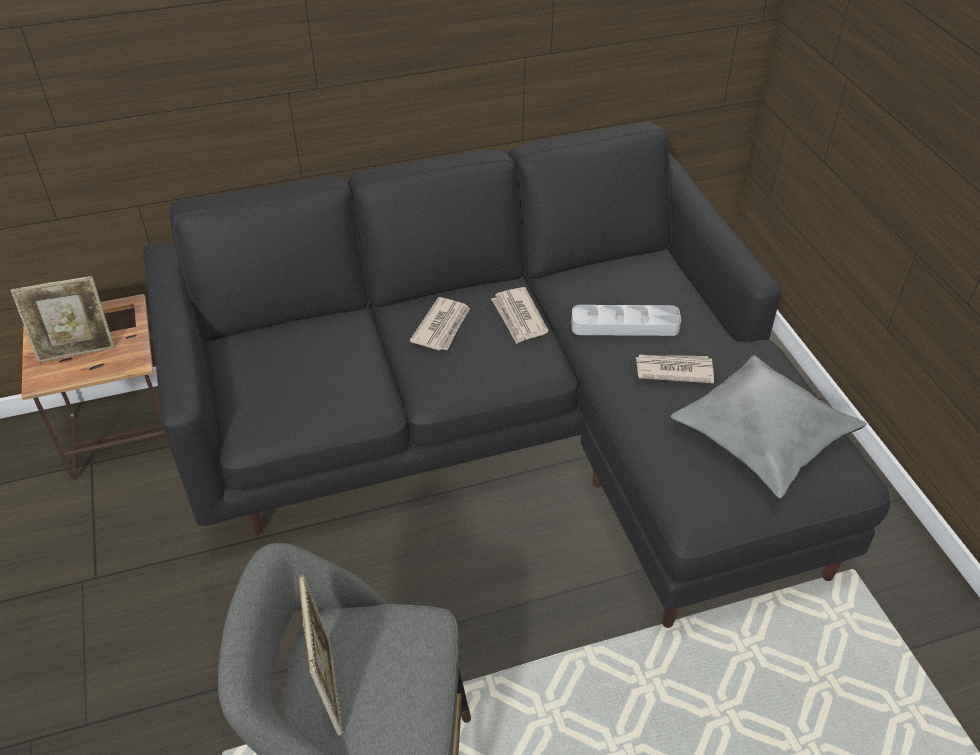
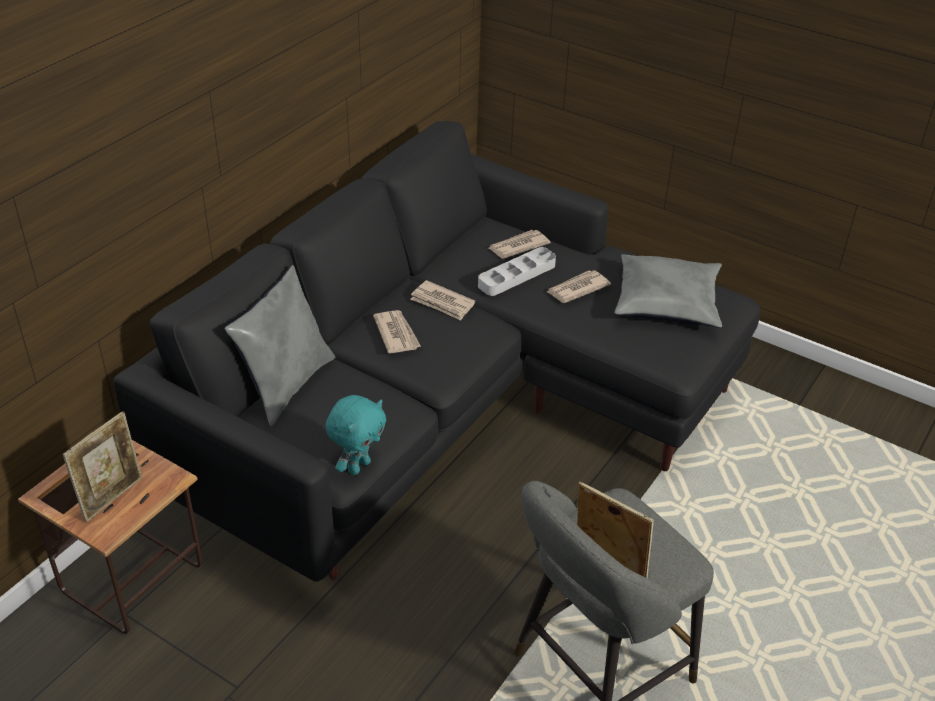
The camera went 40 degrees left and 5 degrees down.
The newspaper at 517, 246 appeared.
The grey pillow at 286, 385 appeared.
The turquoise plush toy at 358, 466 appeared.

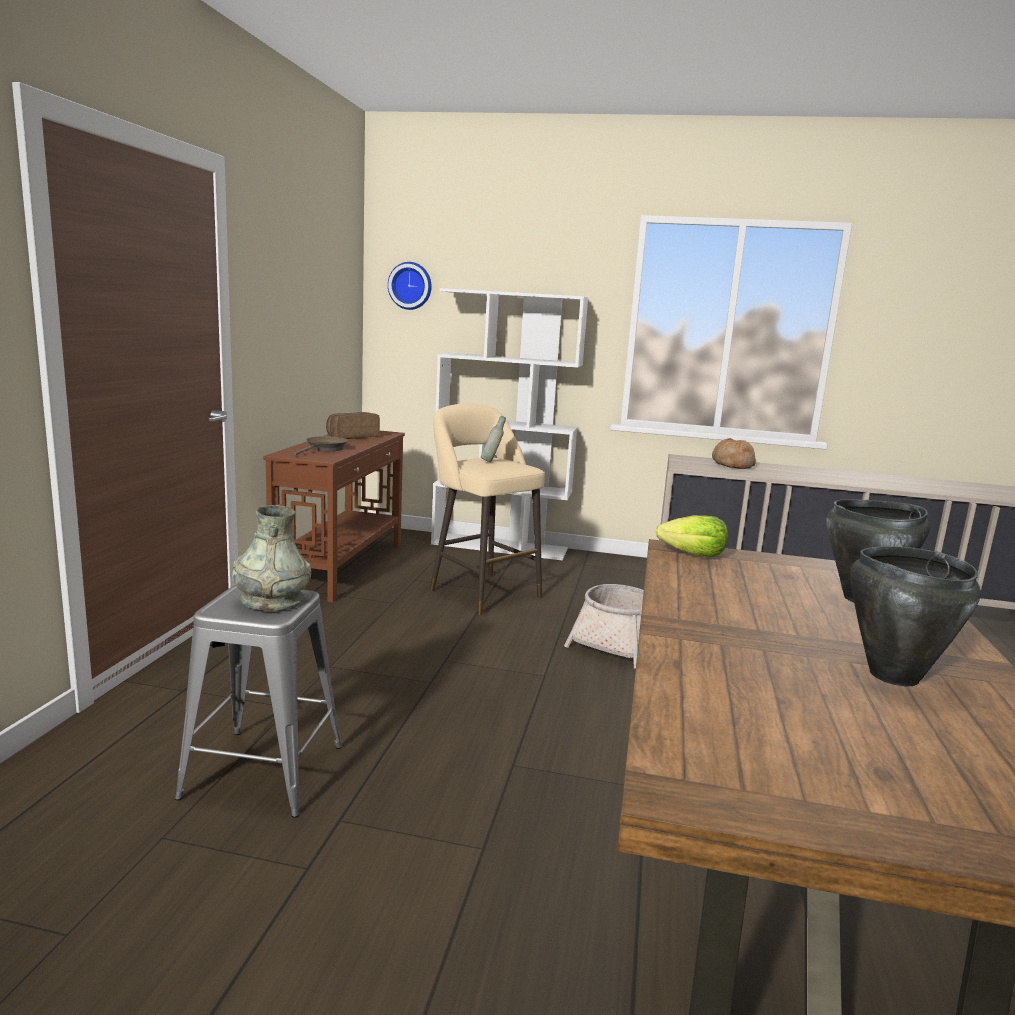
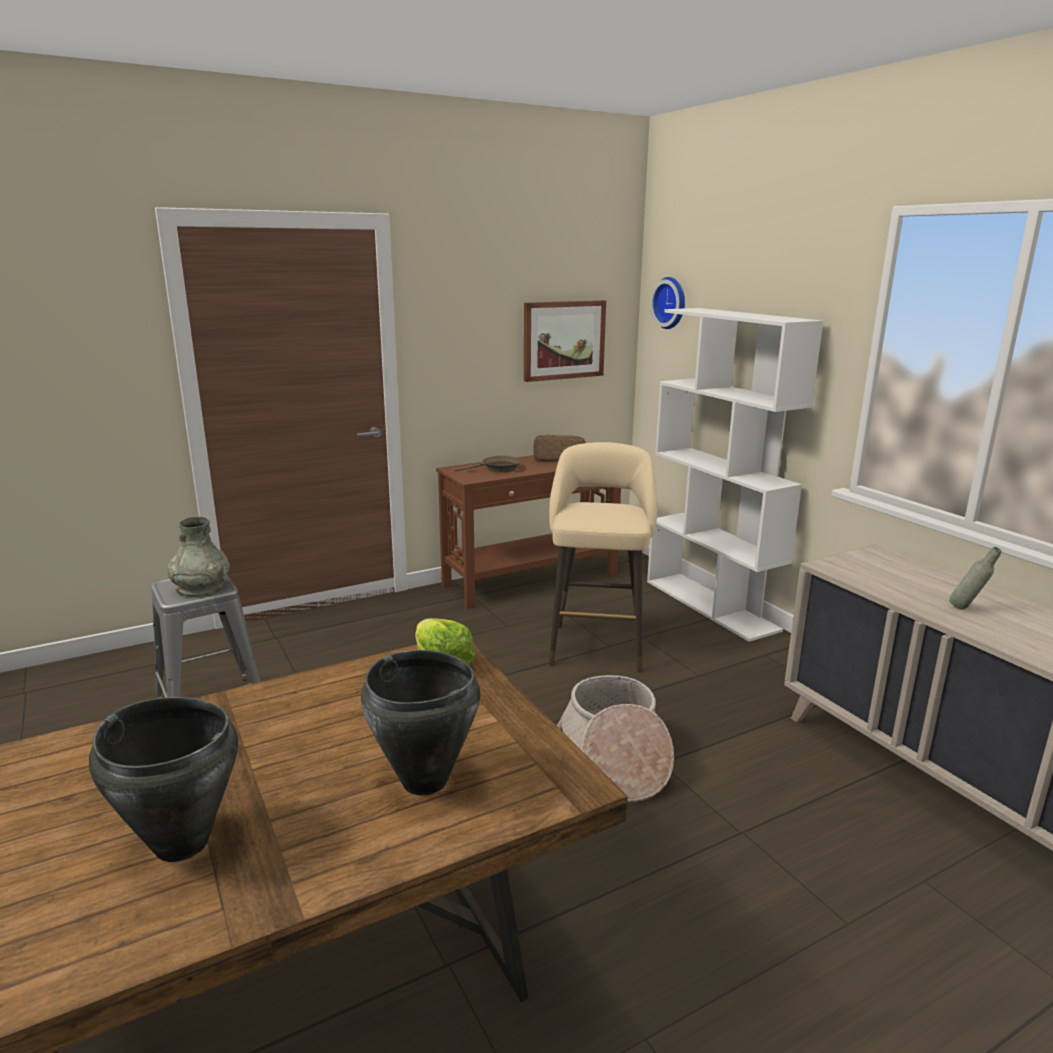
The camera went 50 degrees right and 5 degrees up.
The grey bottle moved from 492, 461 to 967, 609.
The bread at 732, 464 disappeared.
The picture at 563, 340 appeared.

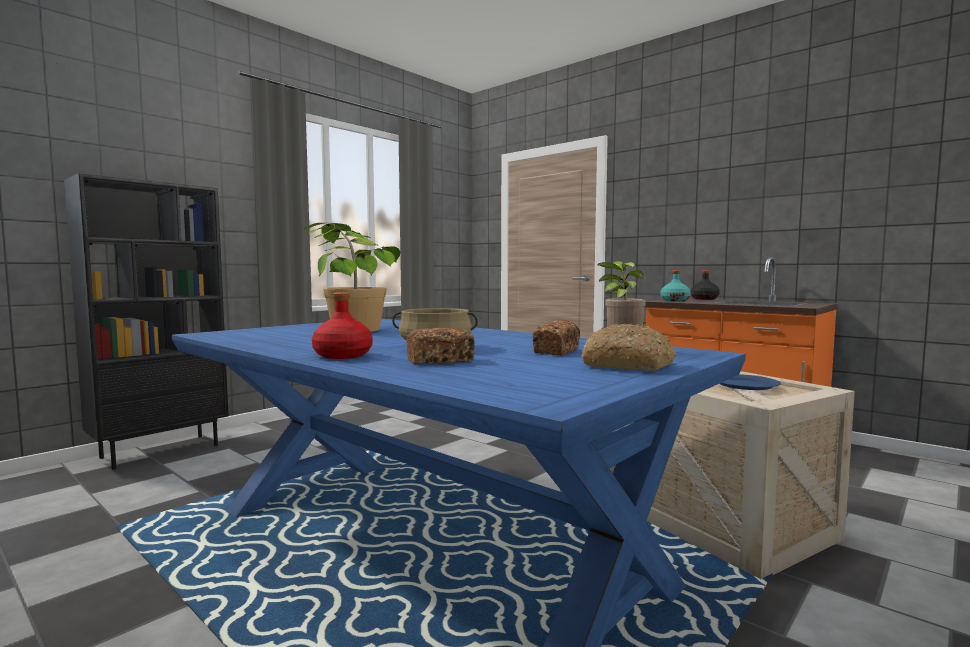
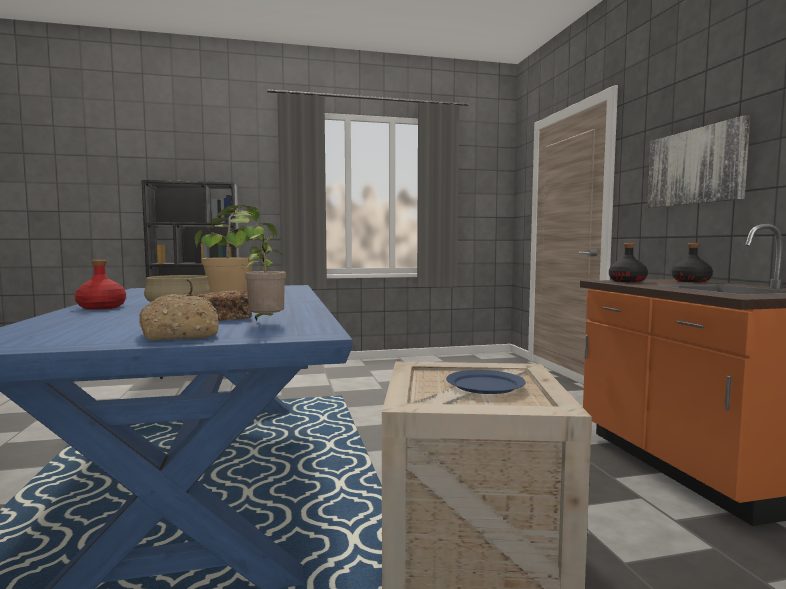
The camera went 35 degrees right and 0 degrees up.
The turquoise bottle at 675, 300 became the black bottle at 627, 281.
The bread at 440, 361 disappeared.
The picture at 696, 167 appeared.

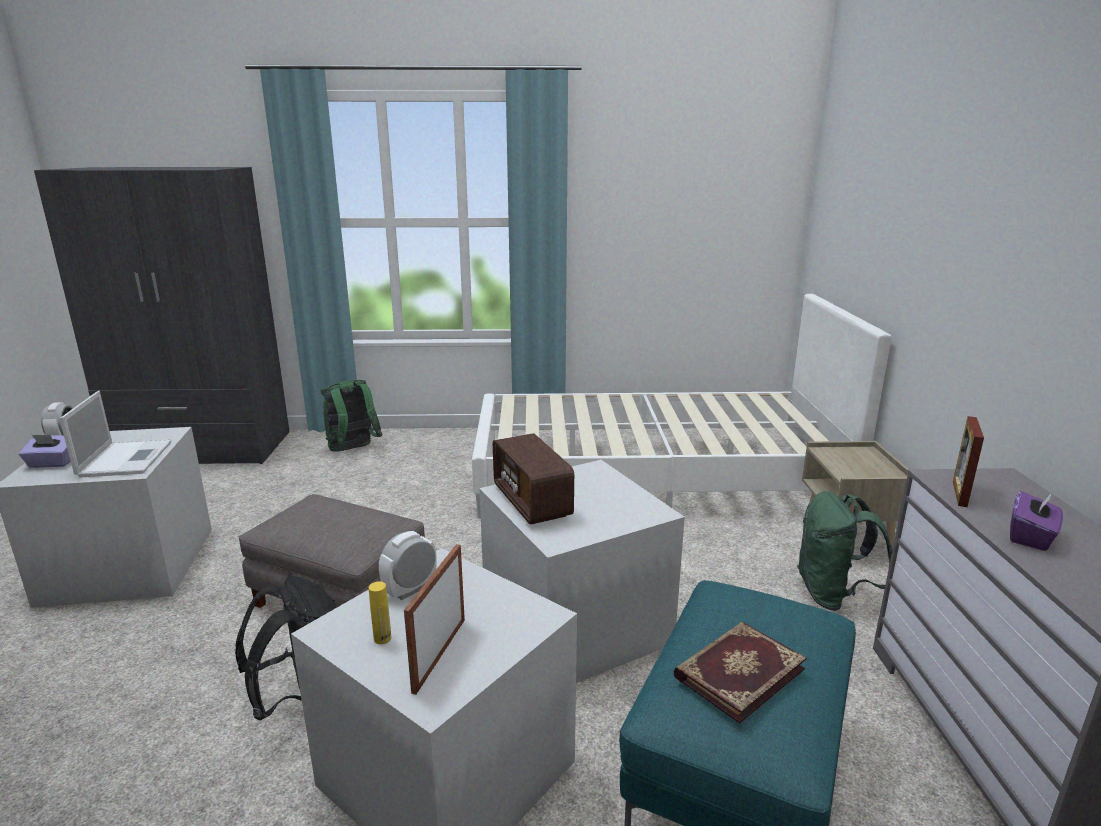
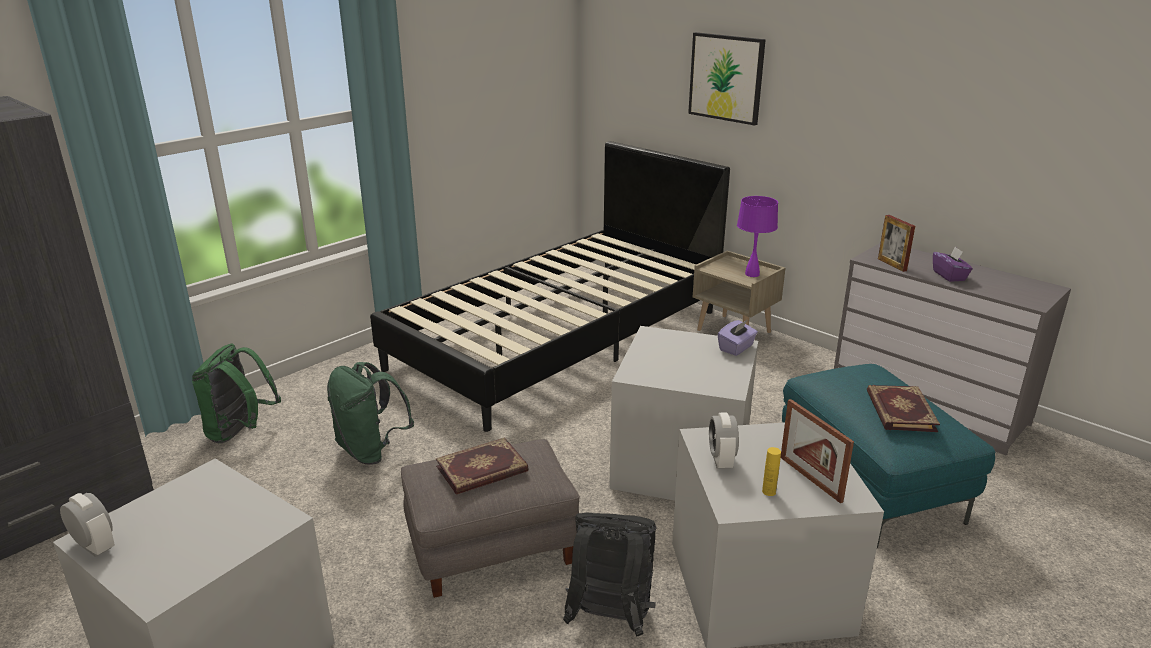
The camera went 45 degrees left and 5 degrees up.
The white bed at 654, 477 became the black bed at 559, 339.
The laptop at 126, 458 disappeared.
The radio at 532, 502 disappeared.
The purple tissue box moved from 52, 463 to 736, 348.
The green backpack moved from 832, 595 to 371, 451.
The picture at 726, 78 appeared.
The purple table lamp at 752, 274 appeared.
The book at 482, 470 appeared.

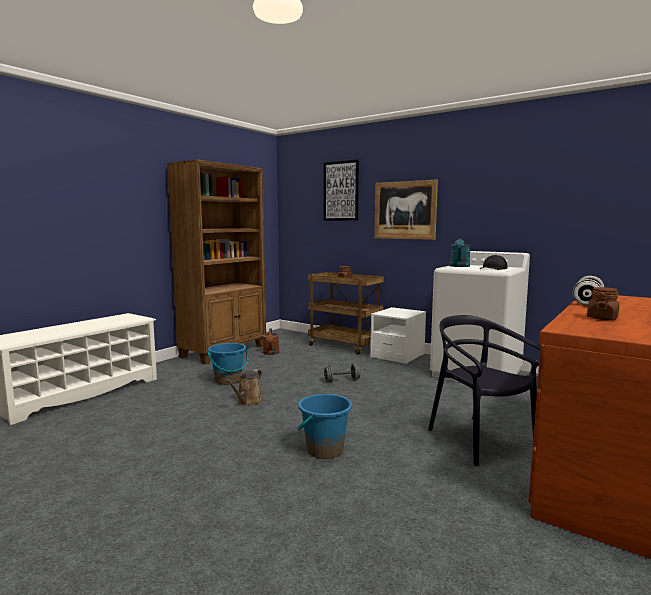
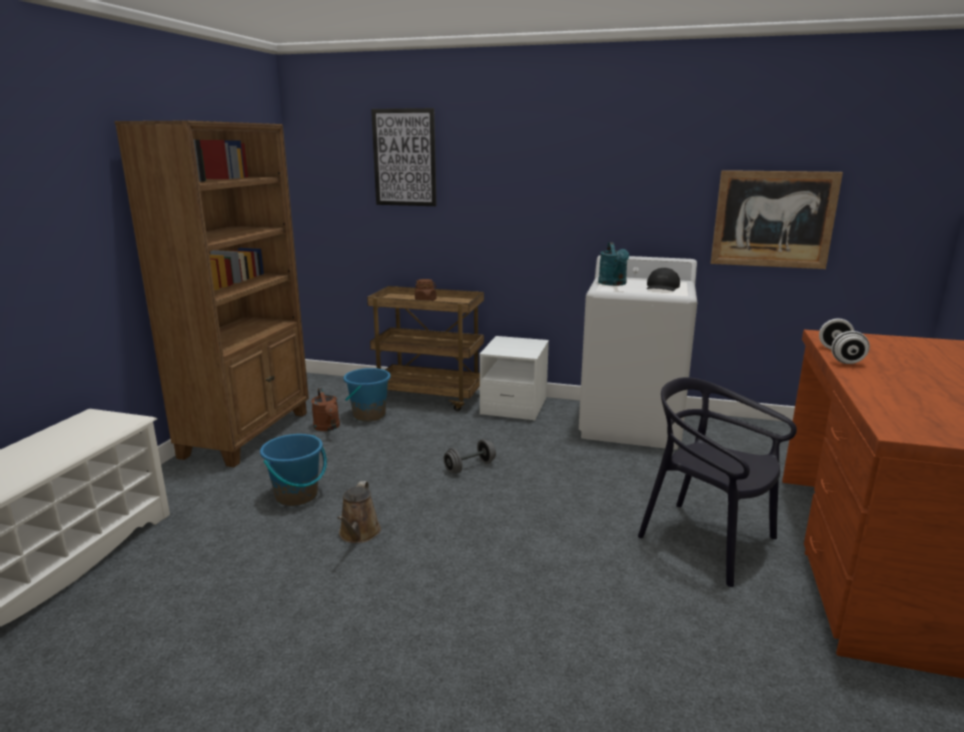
The camera went 20 degrees left and 10 degrees up.
The picture moved from 405, 210 to 773, 219.
The brown jar at 602, 318 disappeared.
The blue bucket moved from 324, 450 to 369, 415.

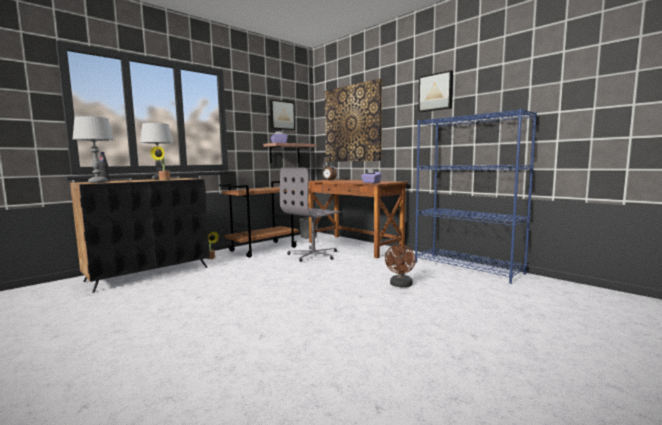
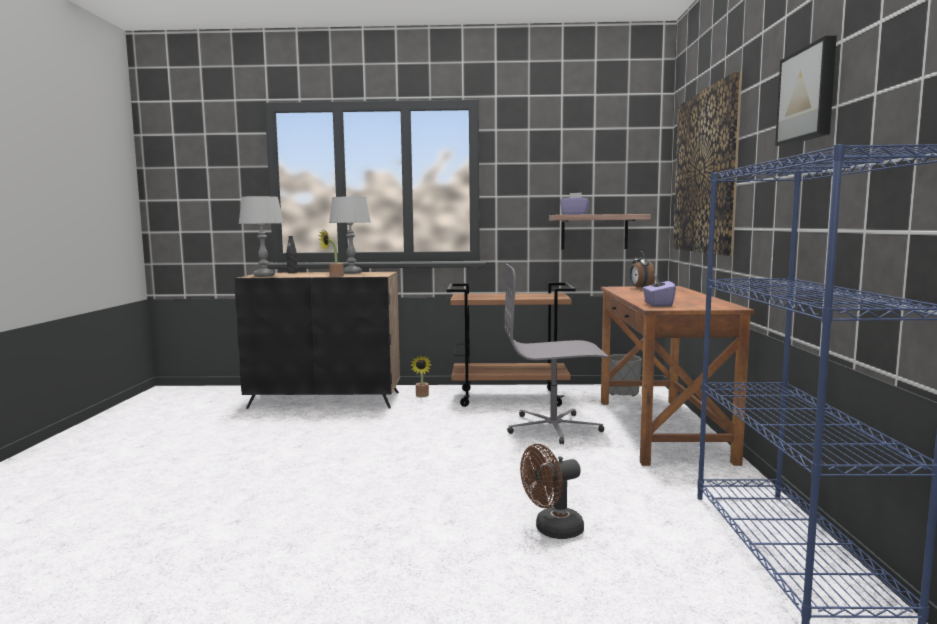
The camera went 45 degrees right and 0 degrees up.
The picture at 281, 115 disappeared.

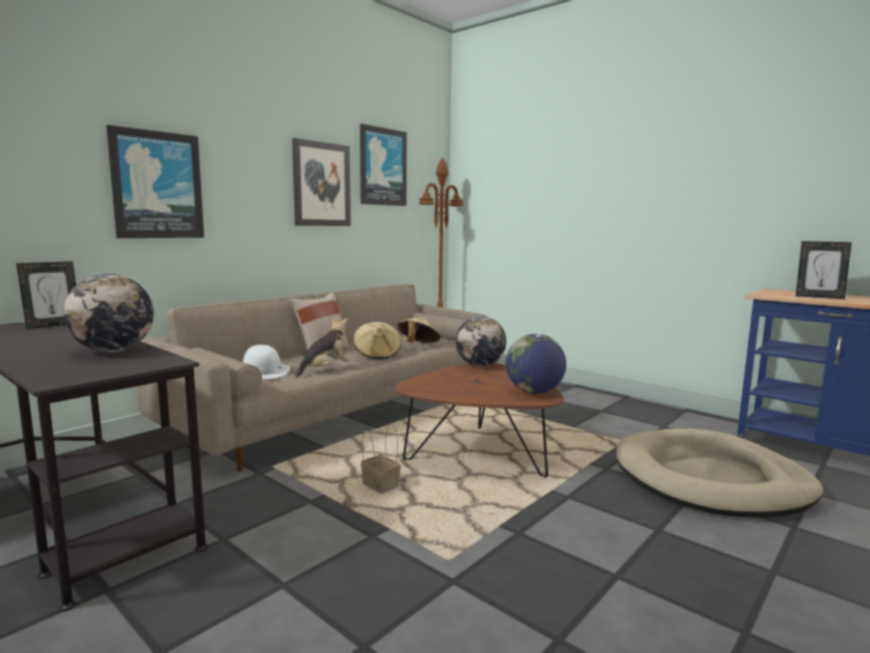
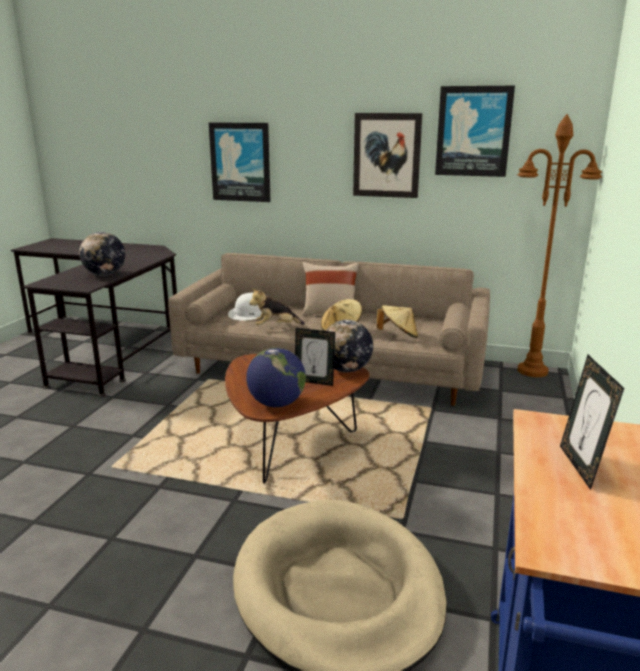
The camera went 65 degrees right and 10 degrees up.
The picture frame moved from 53, 325 to 314, 381.
The plush toy at 325, 370 turned 150 degrees clockwise.
The basket at 379, 485 disappeared.

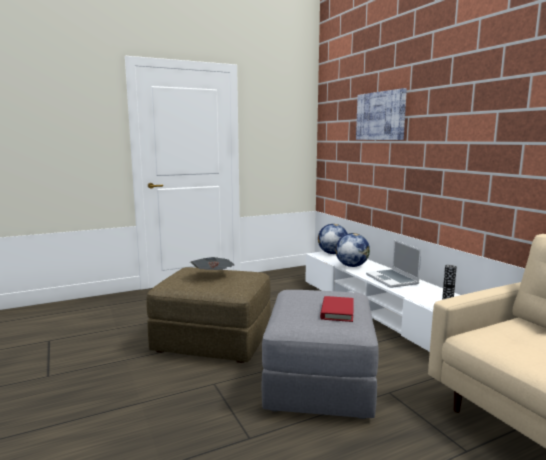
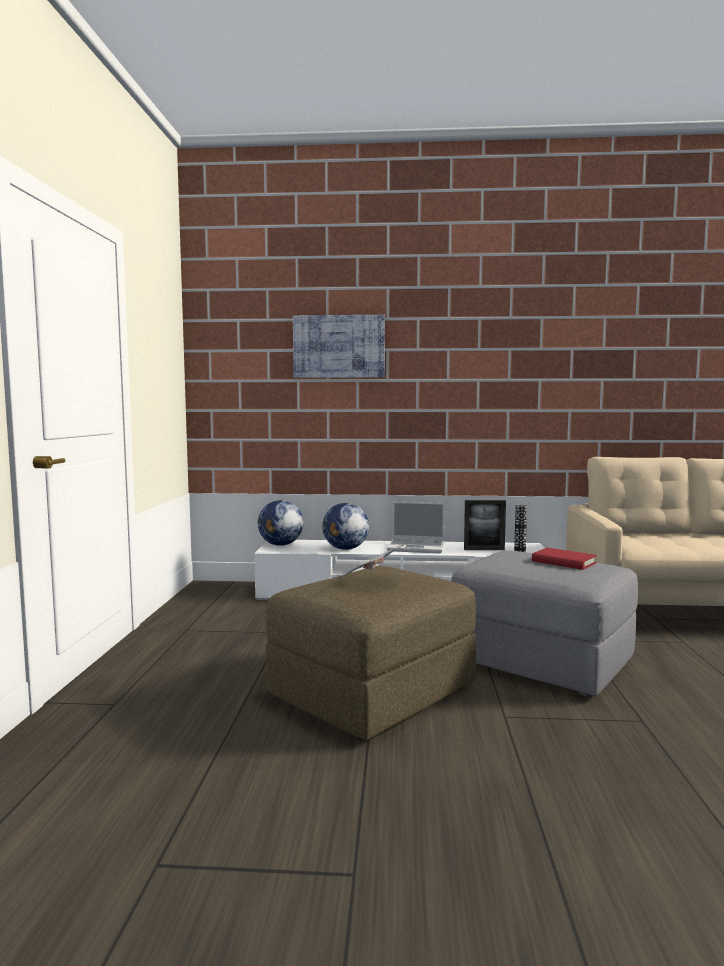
The camera went 60 degrees left and 5 degrees down.
The picture frame at 484, 549 appeared.

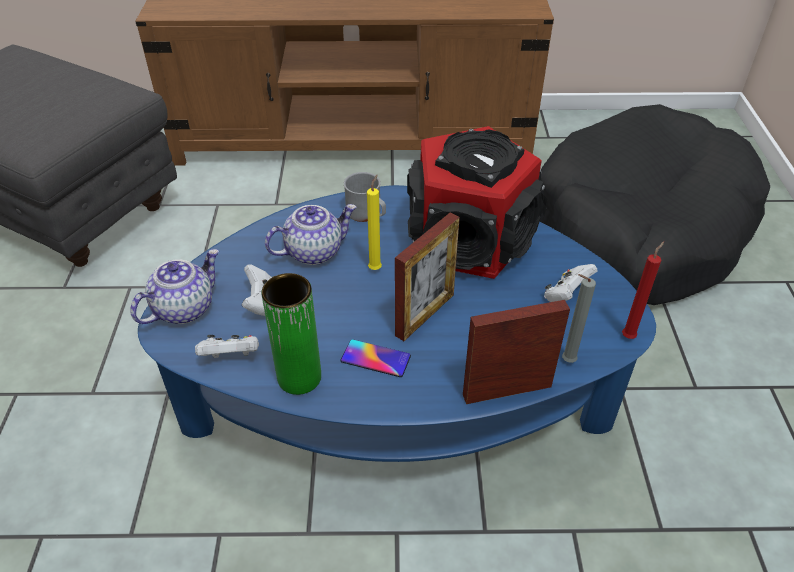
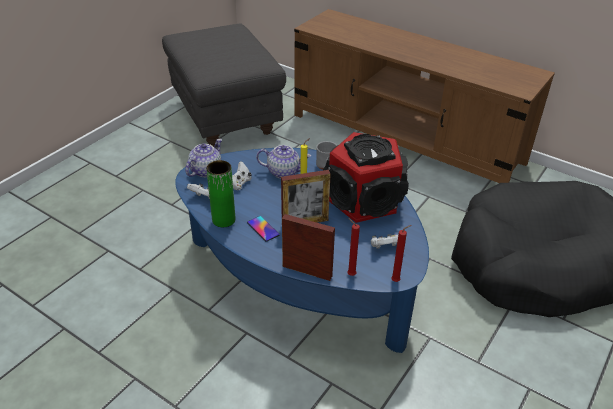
The camera went 35 degrees right and 5 degrees down.
The teapot at 184, 308 turned 45 degrees counterclockwise.
The grey candle at 566, 361 became the red candle at 350, 274.

